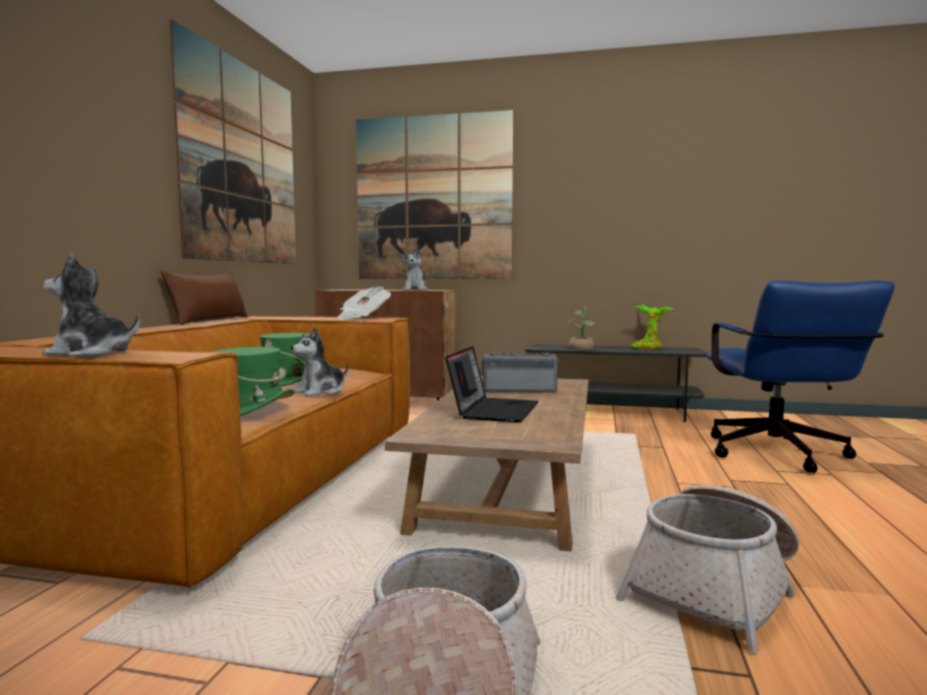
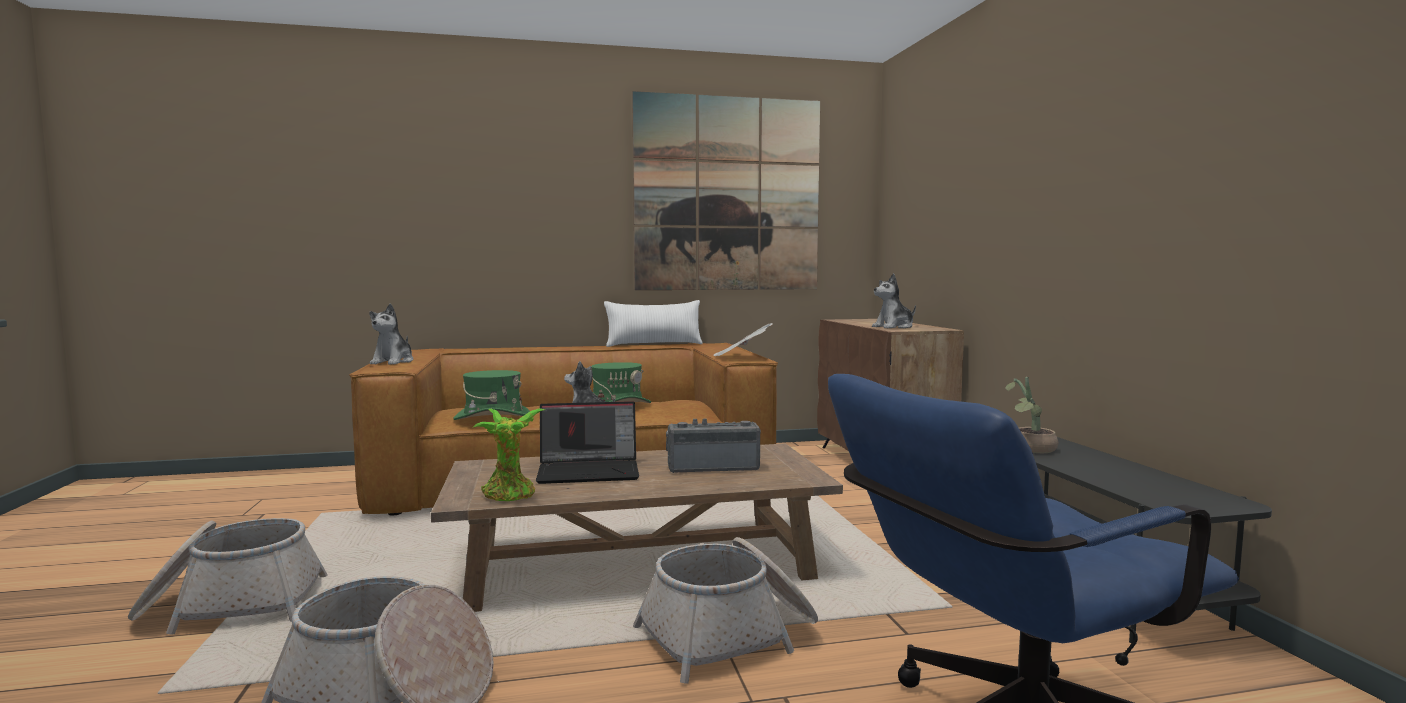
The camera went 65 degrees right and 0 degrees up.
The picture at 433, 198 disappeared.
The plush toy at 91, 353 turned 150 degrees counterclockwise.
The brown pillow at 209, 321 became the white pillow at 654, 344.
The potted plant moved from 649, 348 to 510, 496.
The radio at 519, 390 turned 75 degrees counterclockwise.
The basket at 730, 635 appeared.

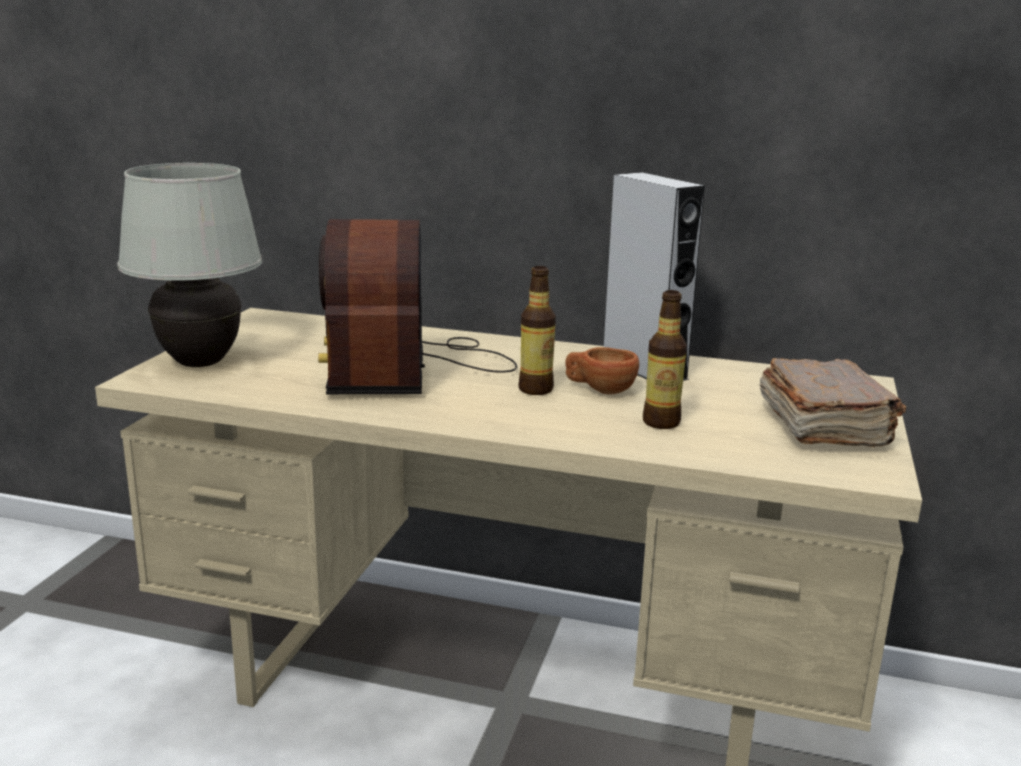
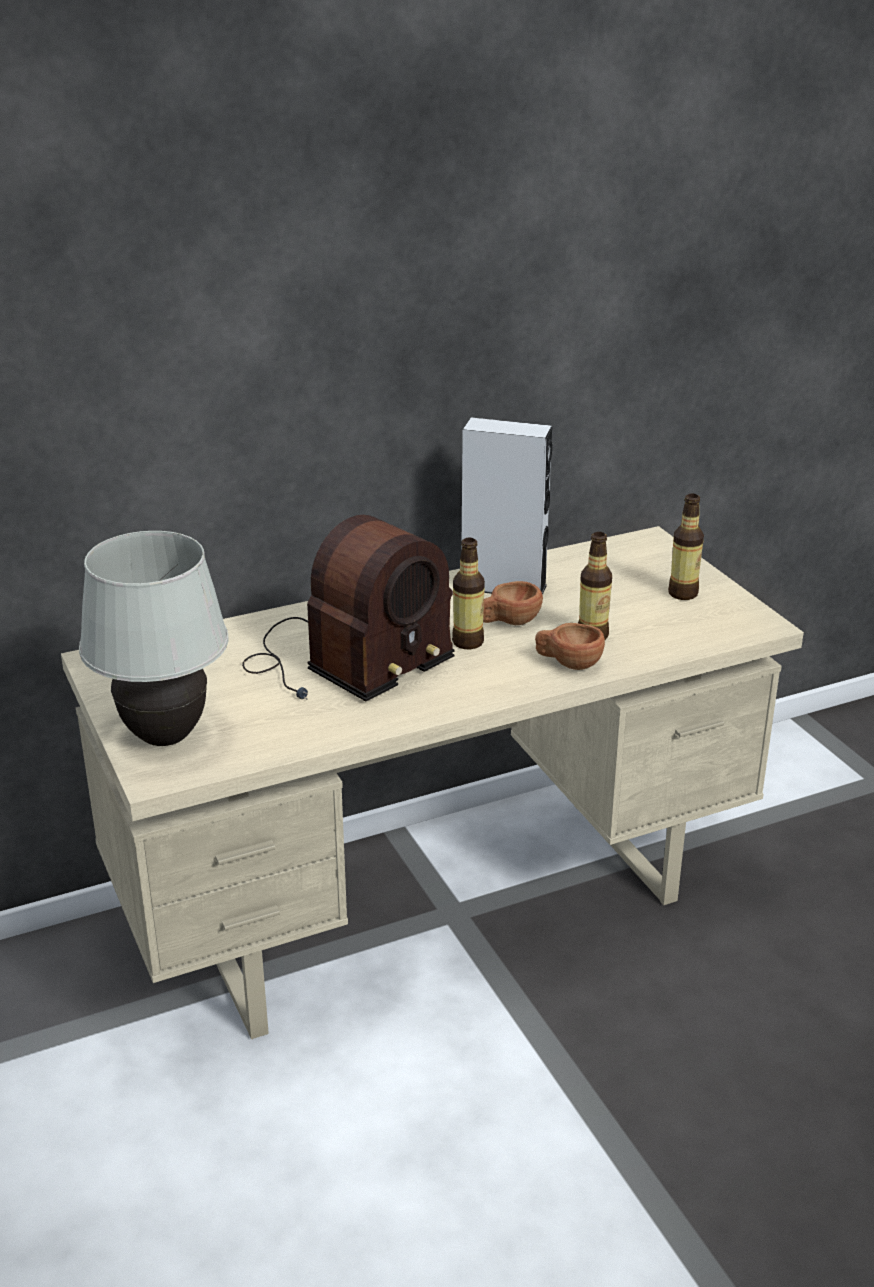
The camera went 40 degrees left and 10 degrees up.
The radio at 411, 368 turned 90 degrees counterclockwise.
The brown book at 823, 426 was replaced by the bottle at 683, 593.
The brown cup at 568, 663 appeared.

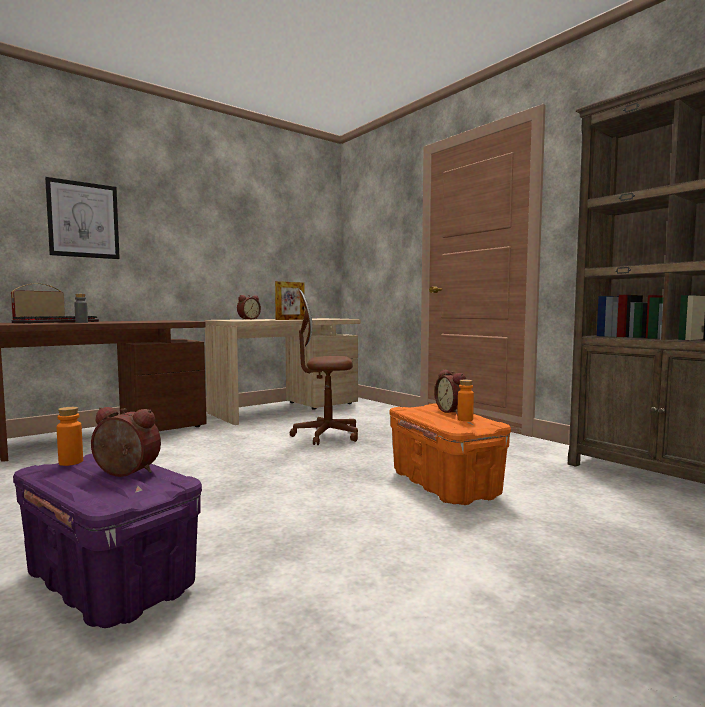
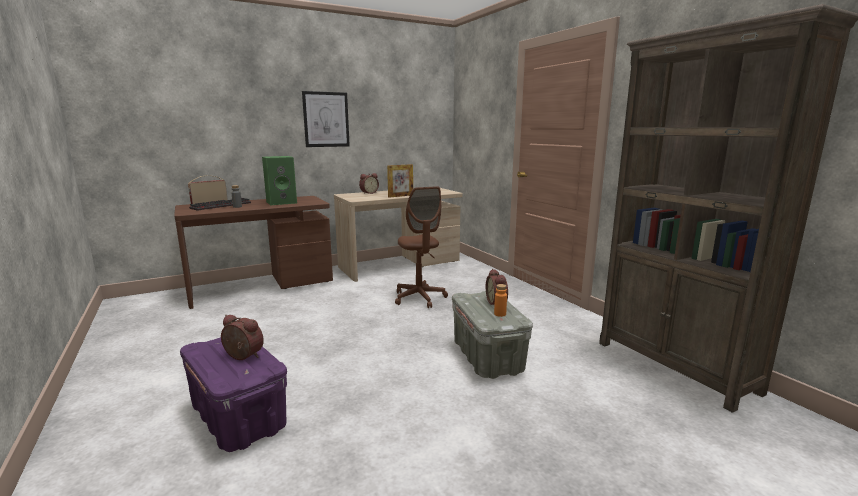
The camera went 10 degrees right and 10 degrees up.
The picture moved from 83, 220 to 326, 119.
The brown office chair at 326, 436 turned 120 degrees counterclockwise.
The orange storage box at 445, 485 became the grey storage box at 488, 357.
The orange bottle at 71, 462 disappeared.
The green speaker at 282, 202 appeared.

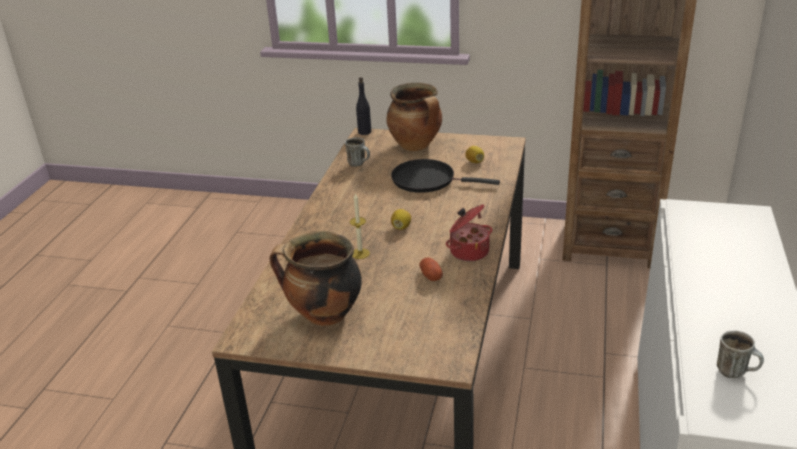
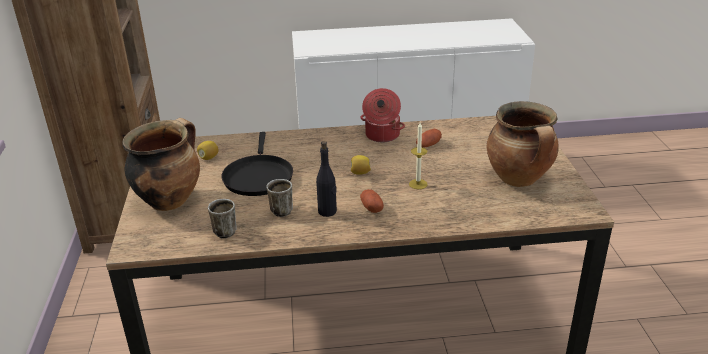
The camera went 110 degrees left and 0 degrees up.
The black bottle moved from 364, 132 to 327, 211.
The mug moved from 736, 372 to 282, 209.
The potato at 371, 207 appeared.

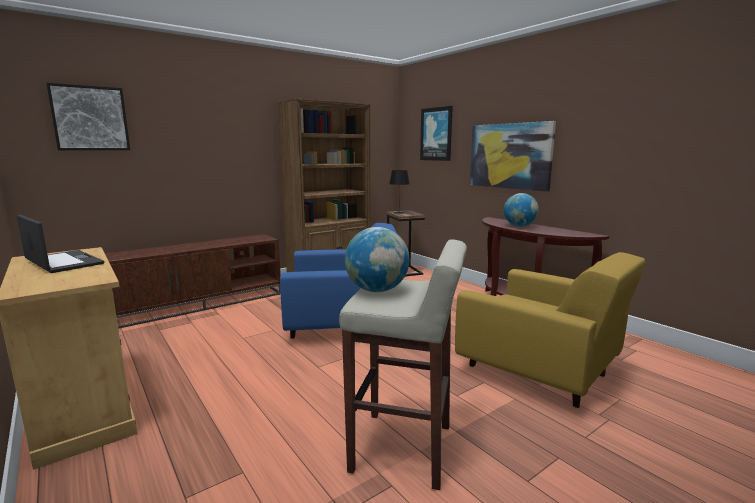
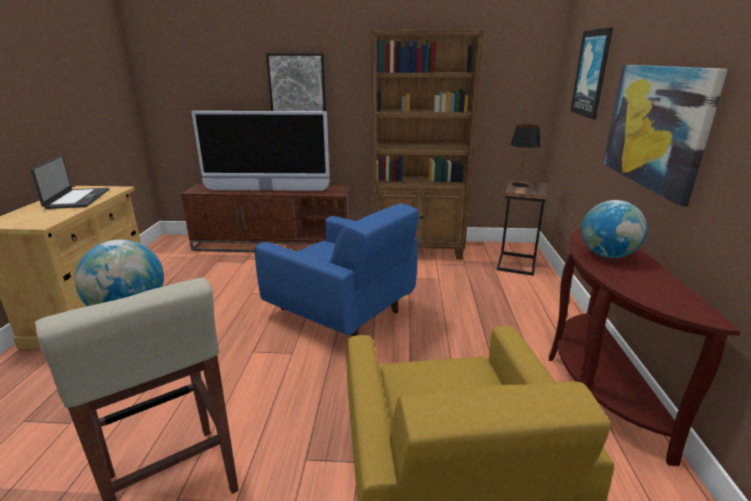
The camera went 40 degrees right and 10 degrees up.
The picture moved from 90, 118 to 297, 83.
The television at 266, 190 appeared.

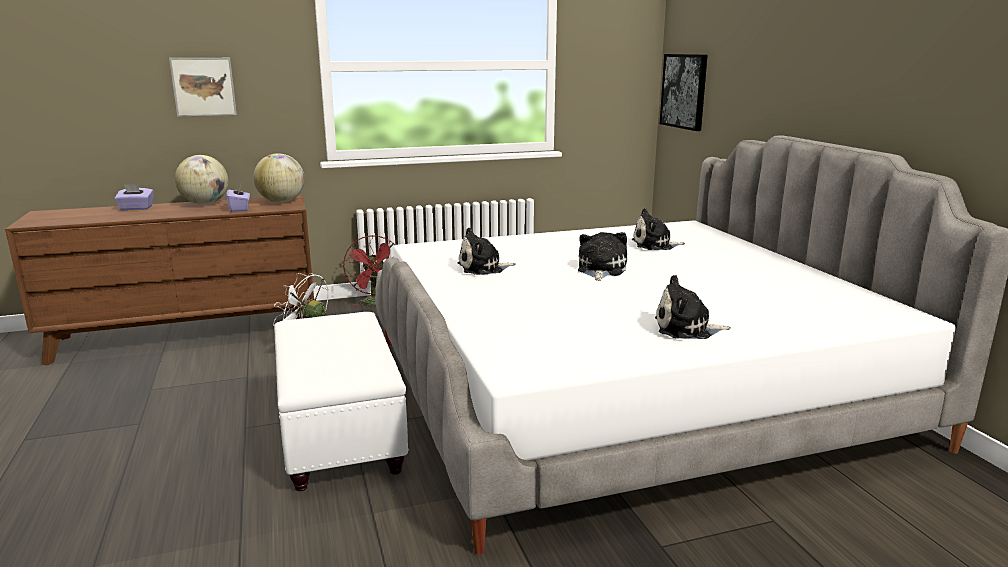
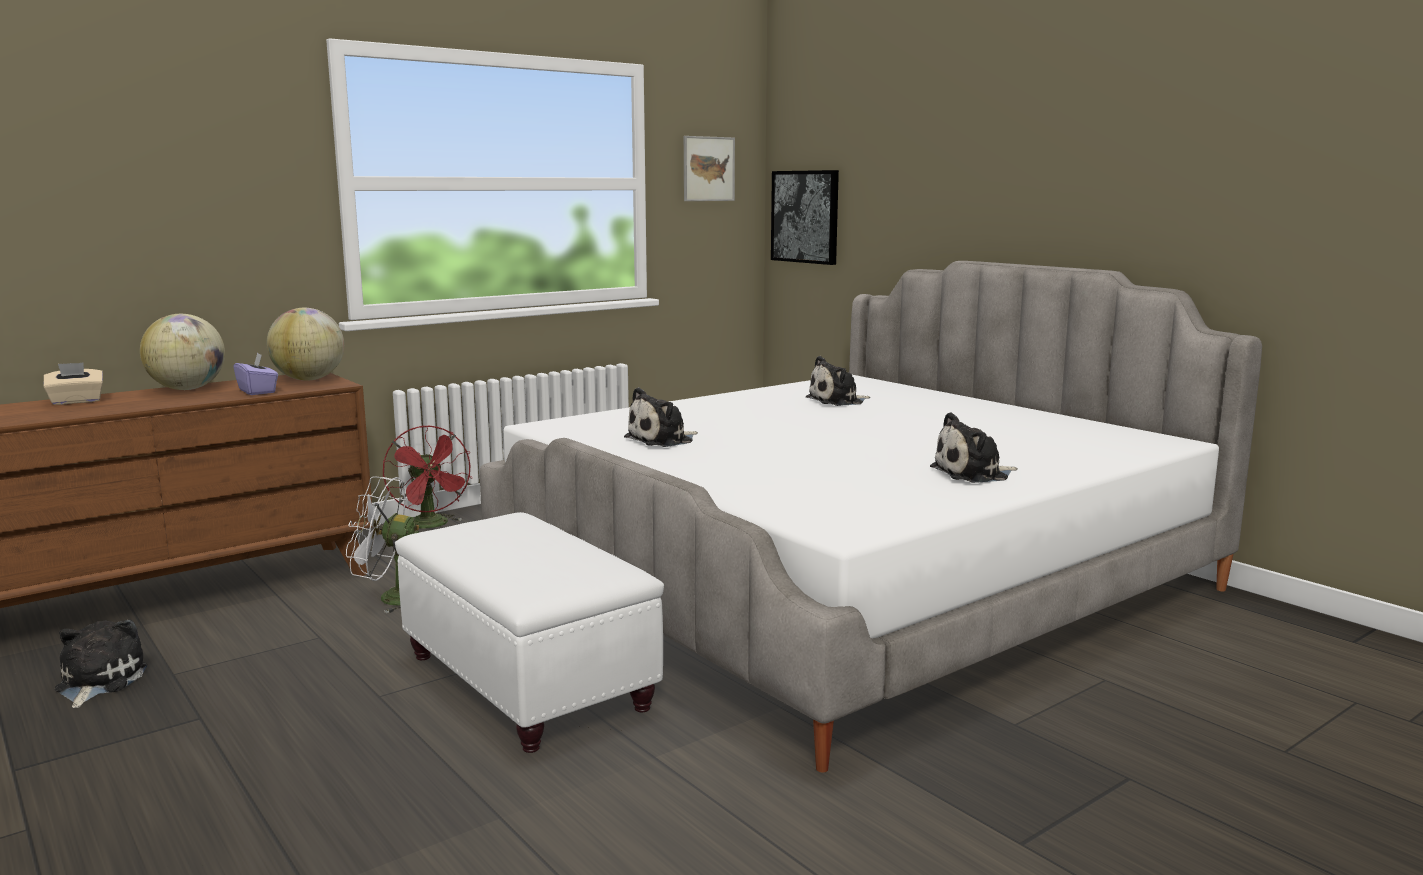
The camera went 20 degrees left and 5 degrees down.
The picture moved from 203, 87 to 708, 169.
The purple tissue box at 136, 208 became the beige tissue box at 76, 401.
The plush toy moved from 600, 270 to 98, 682.

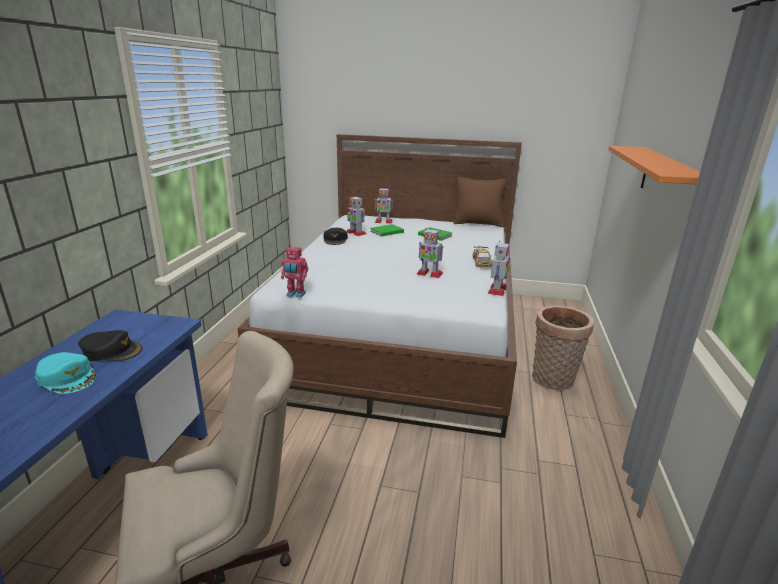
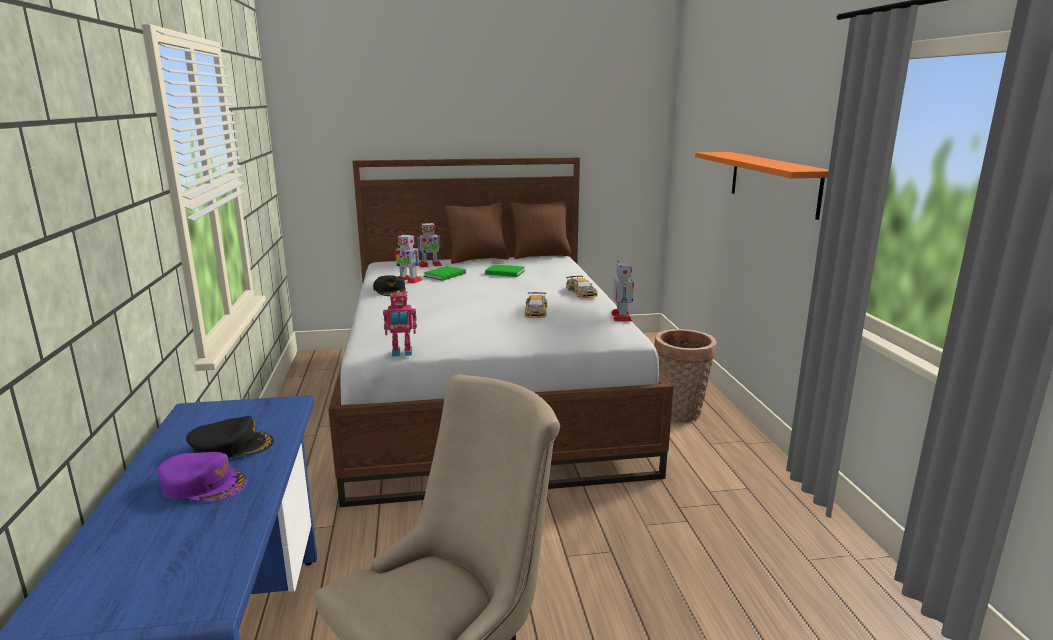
The camera went 20 degrees left and 5 degrees down.
The toy robot at 429, 274 was replaced by the toy car at 536, 311.
The turquoise cap at 68, 378 became the purple cap at 203, 484.
The brown pillow at 478, 259 appeared.

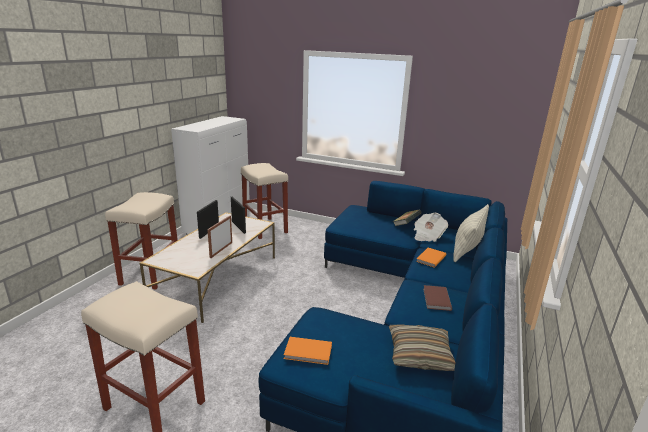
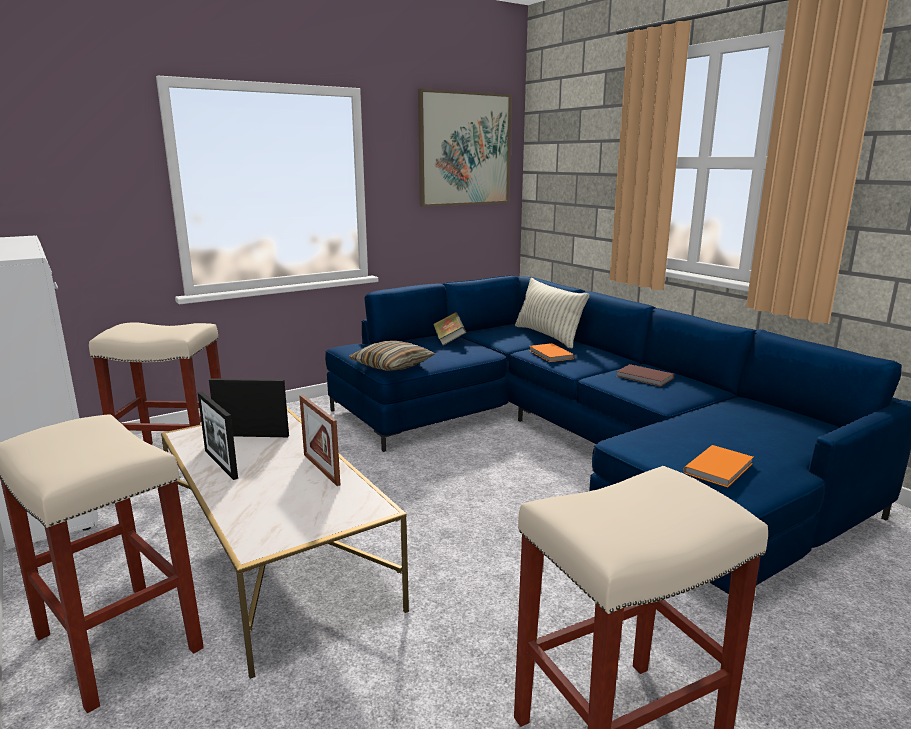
The camera went 55 degrees left and 5 degrees down.
The newspaper at 427, 236 disappeared.
The pillow moved from 420, 355 to 392, 365.
The picture at 465, 149 appeared.

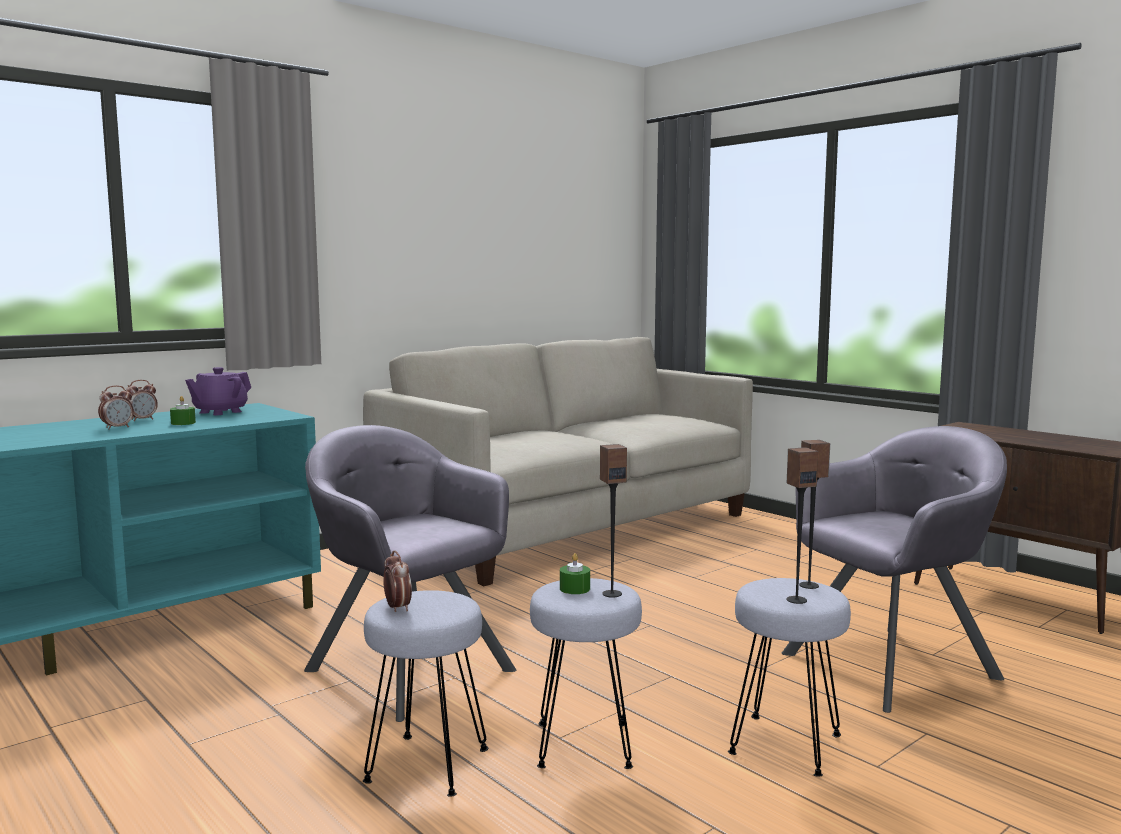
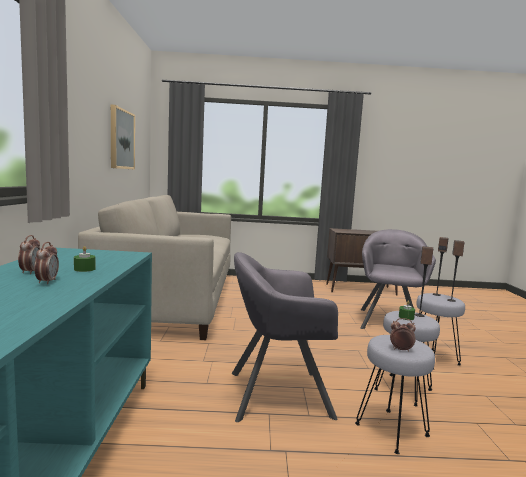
The camera went 50 degrees left and 0 degrees up.
The purple teapot at 220, 412 disappeared.
The picture at 121, 139 appeared.

